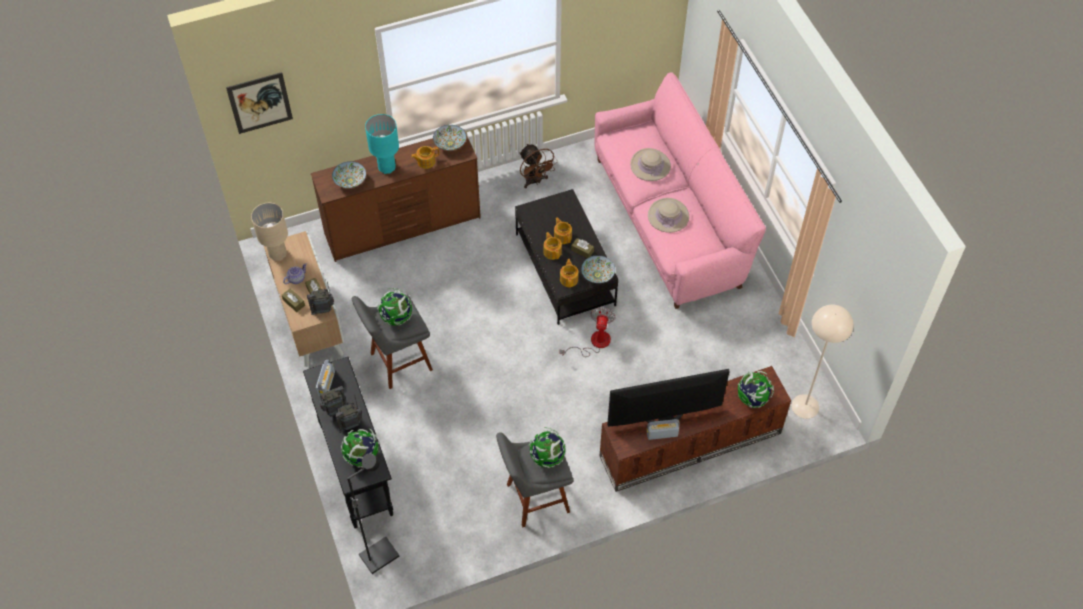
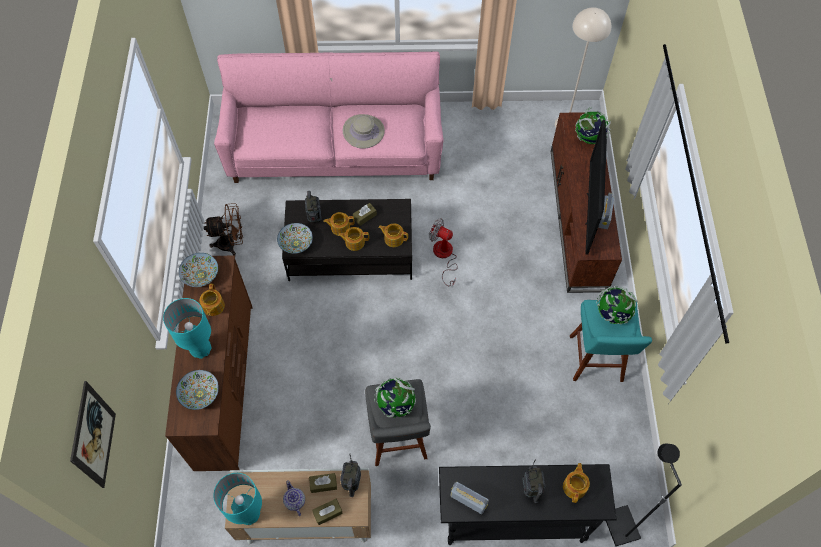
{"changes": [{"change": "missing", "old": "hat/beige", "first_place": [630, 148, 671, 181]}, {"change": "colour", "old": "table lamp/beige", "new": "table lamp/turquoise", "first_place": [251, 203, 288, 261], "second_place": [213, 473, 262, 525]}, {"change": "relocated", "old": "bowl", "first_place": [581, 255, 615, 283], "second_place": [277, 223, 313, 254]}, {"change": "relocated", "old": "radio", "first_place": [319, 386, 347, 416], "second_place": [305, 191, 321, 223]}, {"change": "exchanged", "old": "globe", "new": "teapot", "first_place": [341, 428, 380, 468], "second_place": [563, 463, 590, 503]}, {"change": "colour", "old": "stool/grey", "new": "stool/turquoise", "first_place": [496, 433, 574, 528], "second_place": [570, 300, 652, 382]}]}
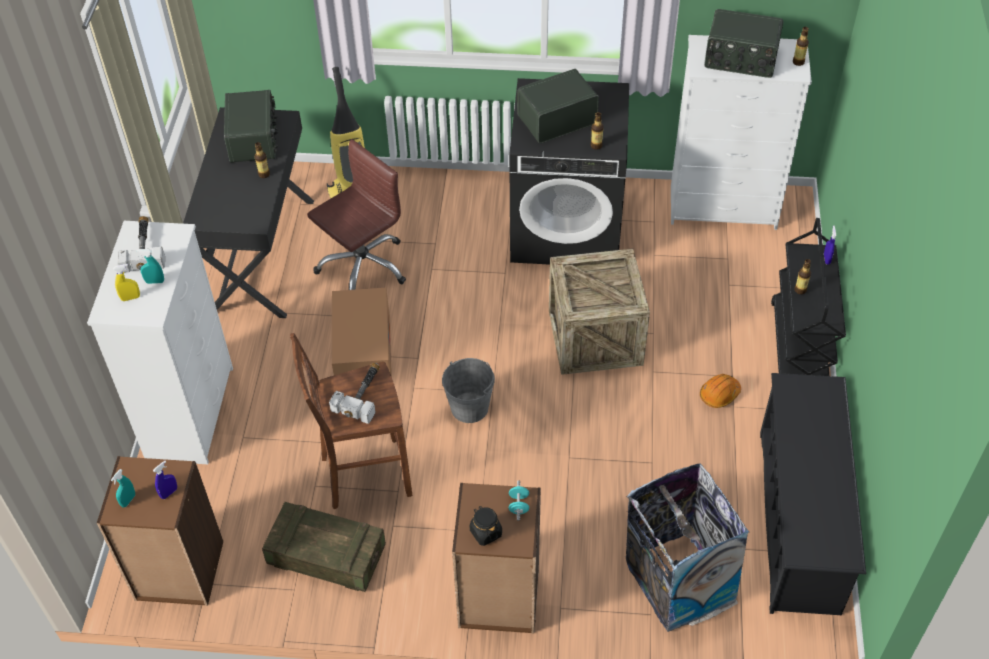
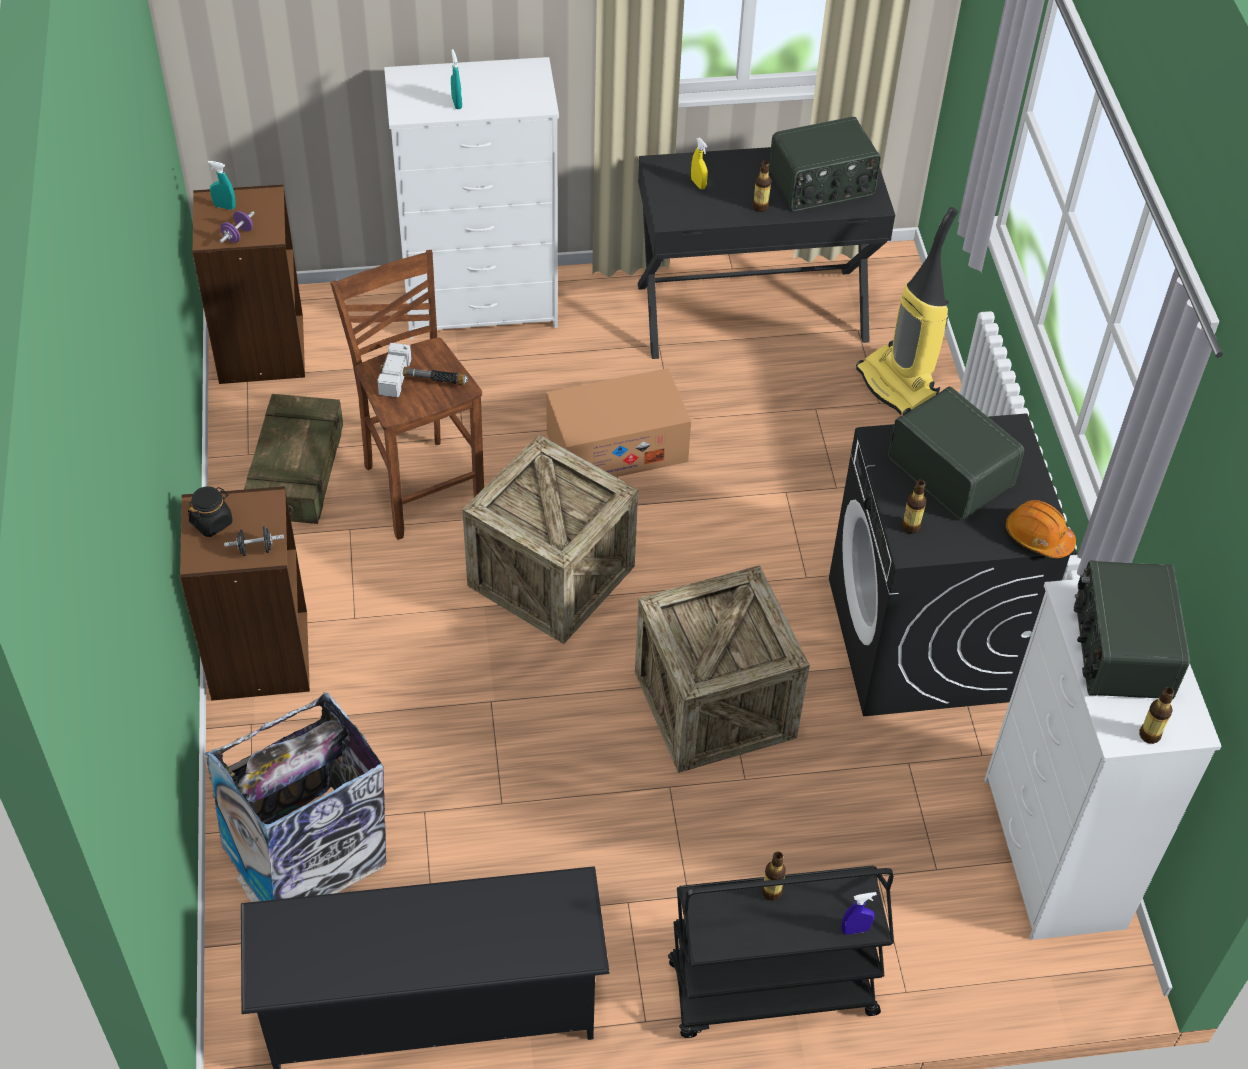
{"changes": [{"change": "missing", "old": "office chair/brown", "first_place": [307, 139, 406, 290]}, {"change": "missing", "old": "hammer", "first_place": [117, 216, 165, 273]}, {"change": "relocated", "old": "spray bottle/yellow", "first_place": [113, 264, 140, 301], "second_place": [691, 138, 708, 189]}, {"change": "exchanged", "old": "bucket/grey", "new": "crate", "first_place": [442, 358, 495, 423], "second_place": [462, 434, 638, 644]}, {"change": "relocated", "old": "hard hat/orange", "first_place": [700, 374, 741, 408], "second_place": [1006, 500, 1076, 558]}, {"change": "exchanged", "old": "spray bottle/blue", "new": "dumbbell/purple", "first_place": [153, 461, 177, 499], "second_place": [220, 211, 255, 243]}, {"change": "colour", "old": "dumbbell/turquoise", "new": "dumbbell/black", "first_place": [509, 481, 529, 521], "second_place": [224, 526, 284, 556]}]}
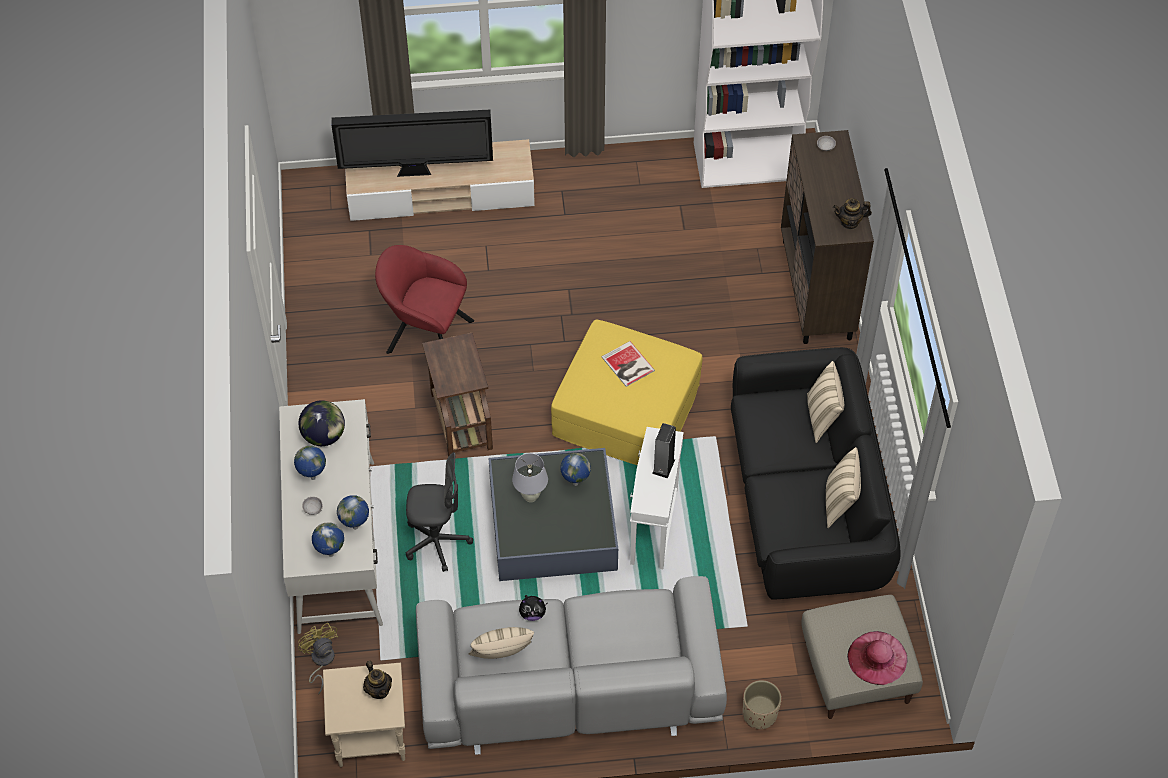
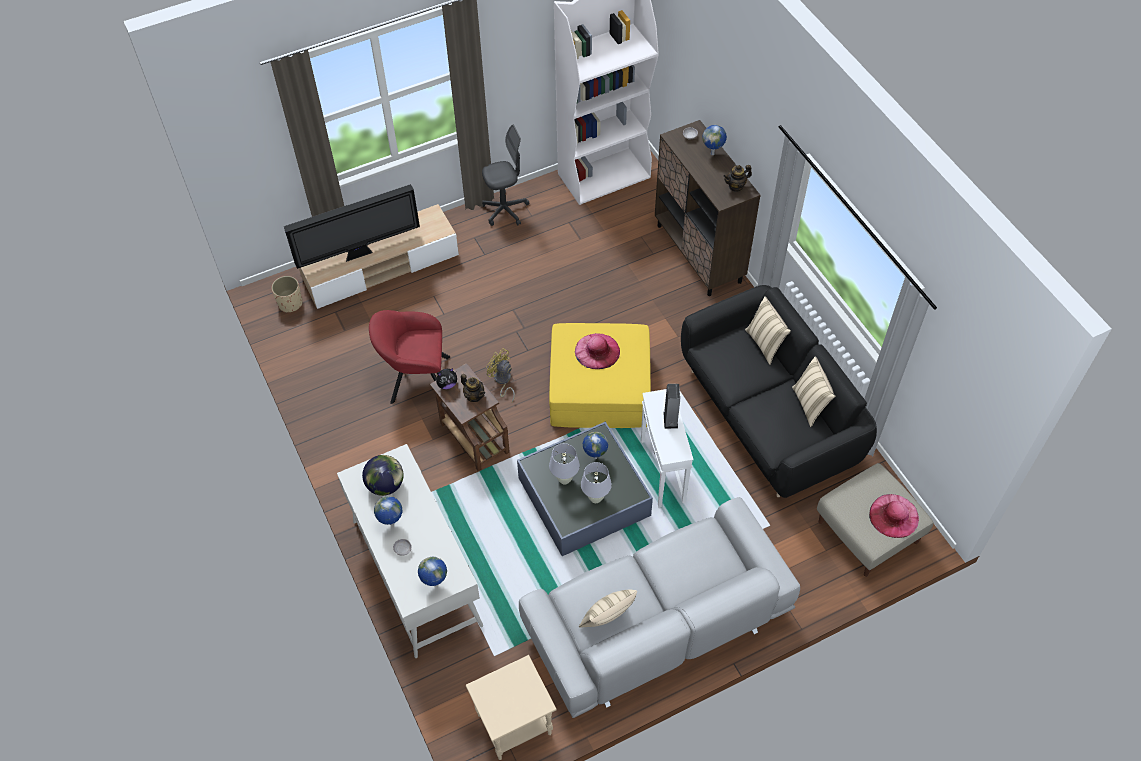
{"changes": [{"change": "exchanged", "old": "book", "new": "hat/pink", "first_place": [602, 341, 655, 387], "second_place": [575, 333, 620, 369]}, {"change": "relocated", "old": "office chair/grey", "first_place": [406, 452, 473, 572], "second_place": [482, 125, 529, 226]}, {"change": "relocated", "old": "globe", "first_place": [337, 495, 369, 530], "second_place": [702, 125, 727, 155]}, {"change": "relocated", "old": "plush toy", "first_place": [519, 595, 548, 621], "second_place": [436, 368, 457, 389]}, {"change": "relocated", "old": "fan/yellow", "first_place": [298, 623, 338, 695], "second_place": [486, 348, 515, 402]}, {"change": "relocated", "old": "teapot", "first_place": [363, 661, 392, 699], "second_place": [461, 374, 485, 402]}, {"change": "relocated", "old": "planter/beige", "first_place": [743, 680, 782, 729], "second_place": [271, 276, 302, 313]}, {"change": "appeared", "new": "table lamp/white", "second_place": [581, 462, 612, 503]}]}
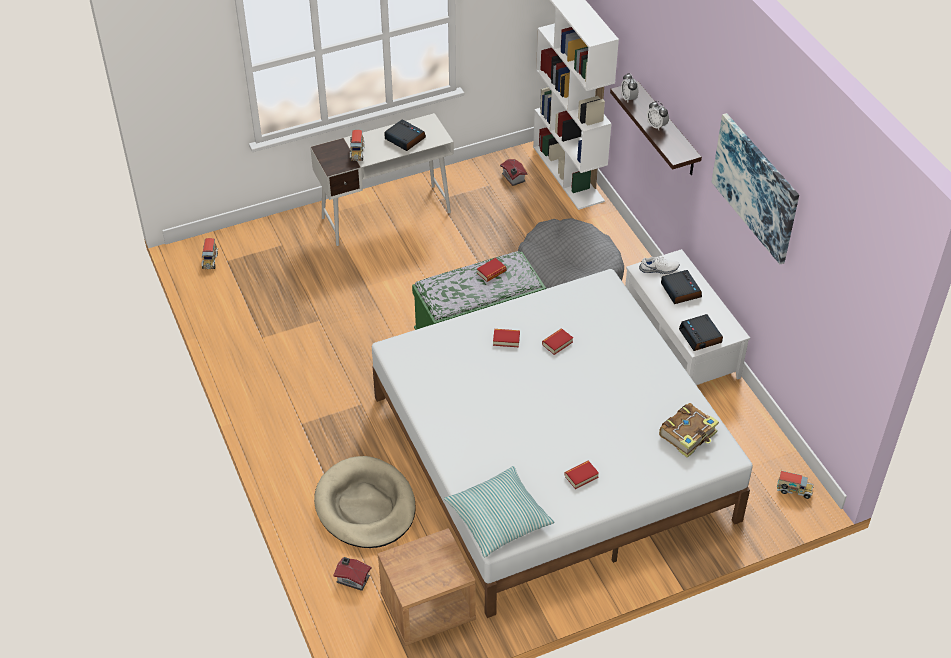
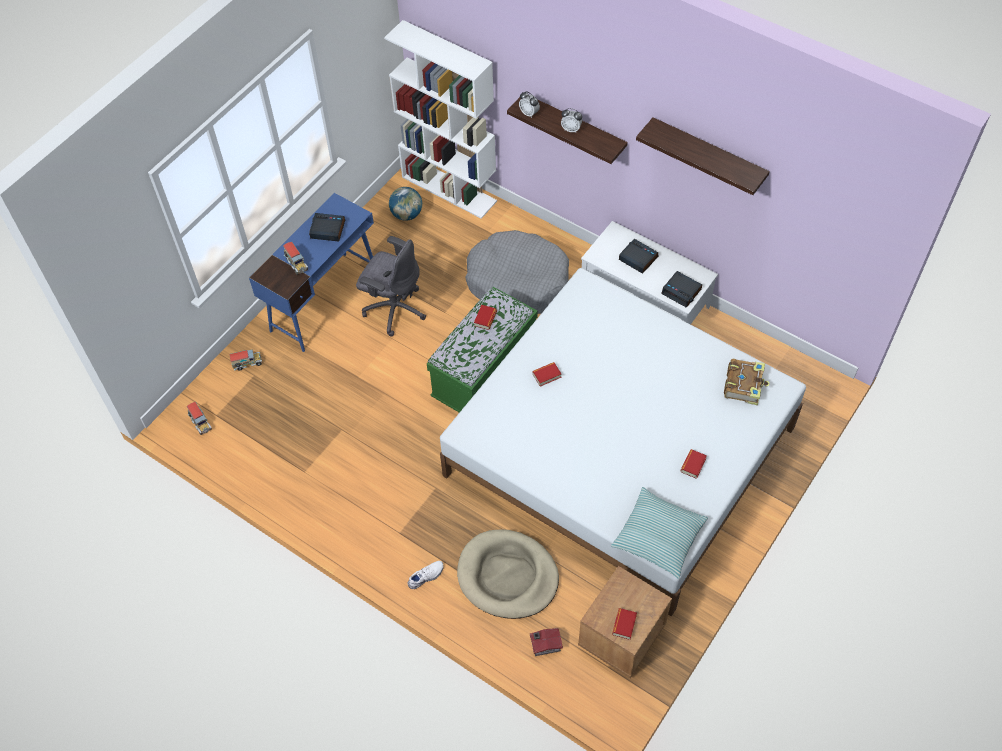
{"changes": [{"change": "colour", "old": "desk/white", "new": "desk/blue", "first_place": [310, 113, 454, 246], "second_place": [249, 193, 374, 352]}, {"change": "exchanged", "old": "picture", "new": "shelf", "first_place": [712, 113, 799, 264], "second_place": [636, 117, 770, 195]}, {"change": "exchanged", "old": "toy house", "new": "globe", "first_place": [500, 159, 527, 186], "second_place": [389, 187, 422, 221]}, {"change": "relocated", "old": "shoe/white", "first_place": [639, 257, 680, 274], "second_place": [407, 561, 444, 589]}, {"change": "relocated", "old": "book", "first_place": [542, 329, 573, 355], "second_place": [612, 608, 637, 640]}, {"change": "relocated", "old": "toy truck", "first_place": [777, 471, 814, 499], "second_place": [230, 349, 262, 371]}, {"change": "appeared", "new": "office chair/grey", "second_place": [356, 236, 426, 337]}]}
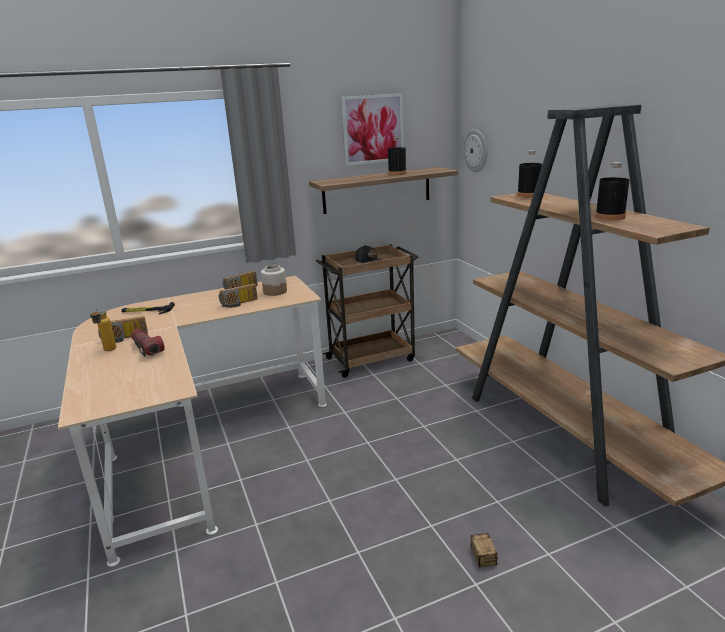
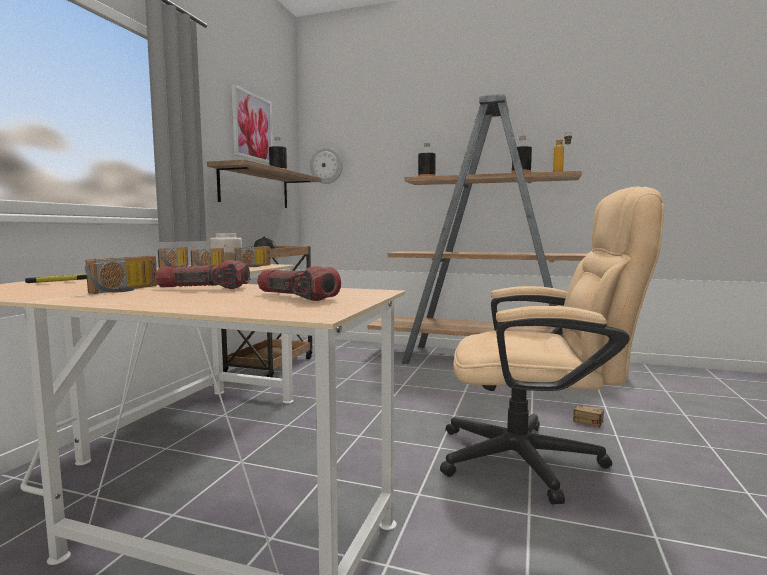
{"changes": [{"change": "relocated", "old": "bottle", "first_place": [90, 308, 116, 351], "second_place": [553, 132, 572, 172]}, {"change": "appeared", "new": "office chair/beige", "second_place": [440, 186, 664, 504]}, {"change": "appeared", "new": "radio", "second_place": [235, 246, 270, 267]}, {"change": "appeared", "new": "flashlight", "second_place": [257, 266, 341, 301]}]}
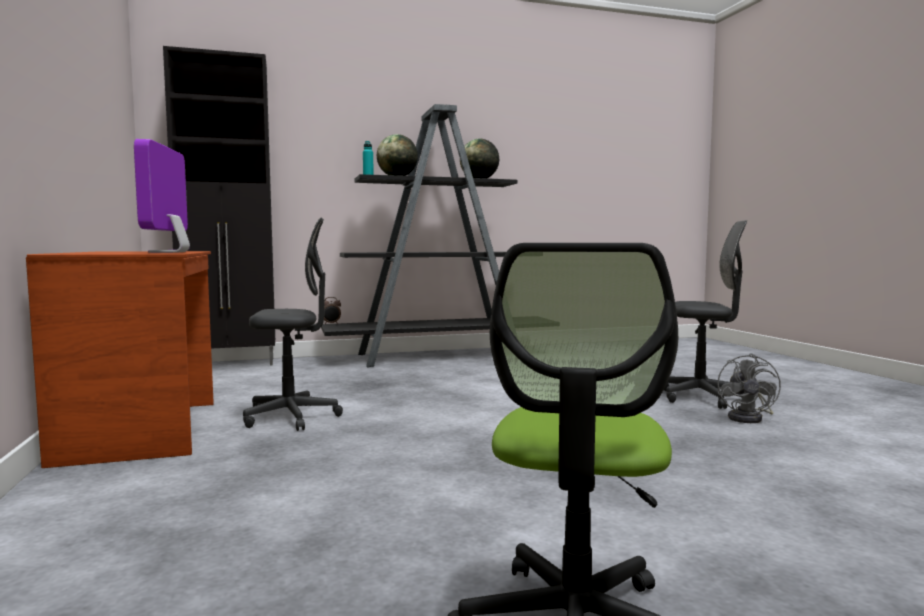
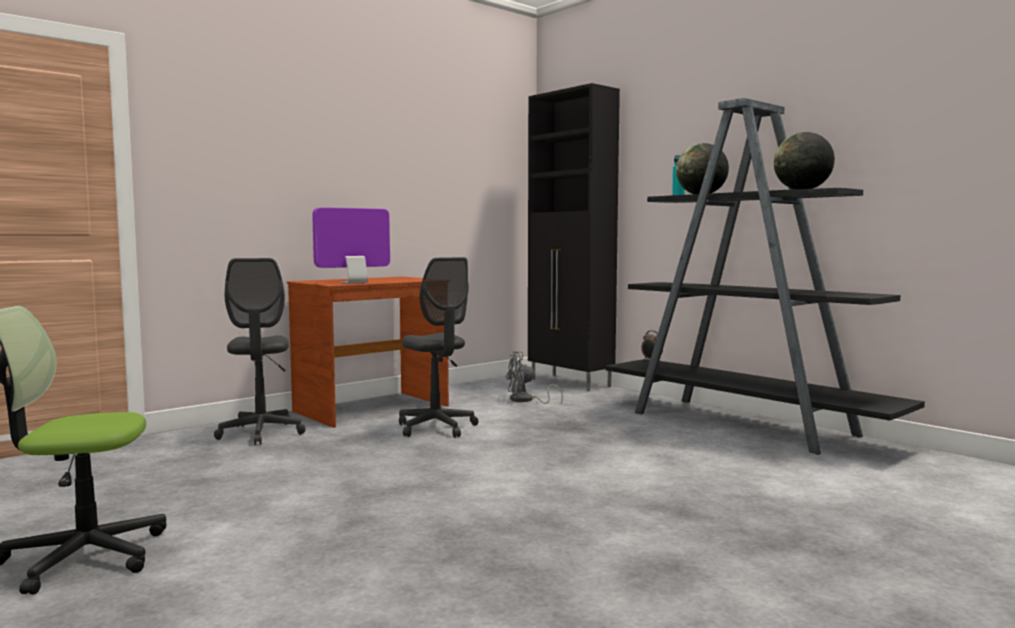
{"changes": [{"change": "relocated", "old": "office chair/grey", "first_place": [664, 220, 747, 409], "second_place": [214, 258, 306, 445]}, {"change": "relocated", "old": "fan/grey", "first_place": [717, 353, 781, 423], "second_place": [505, 351, 563, 404]}]}
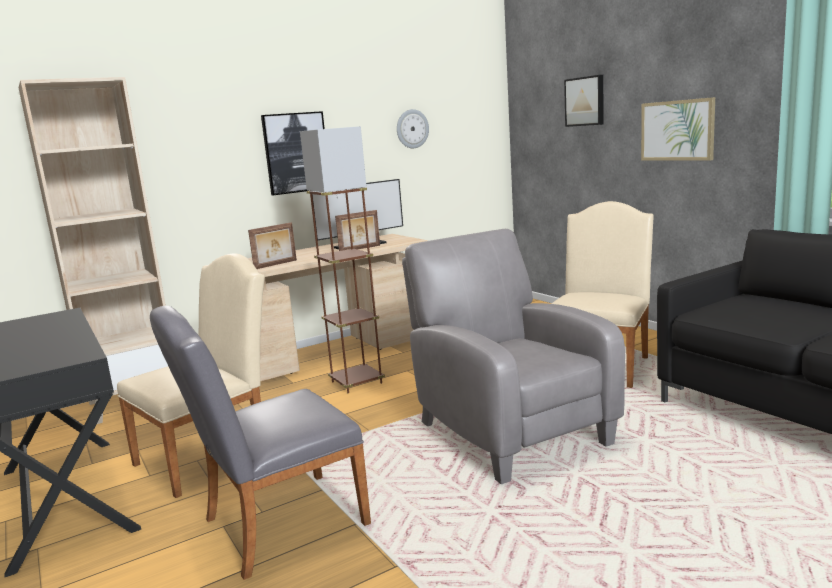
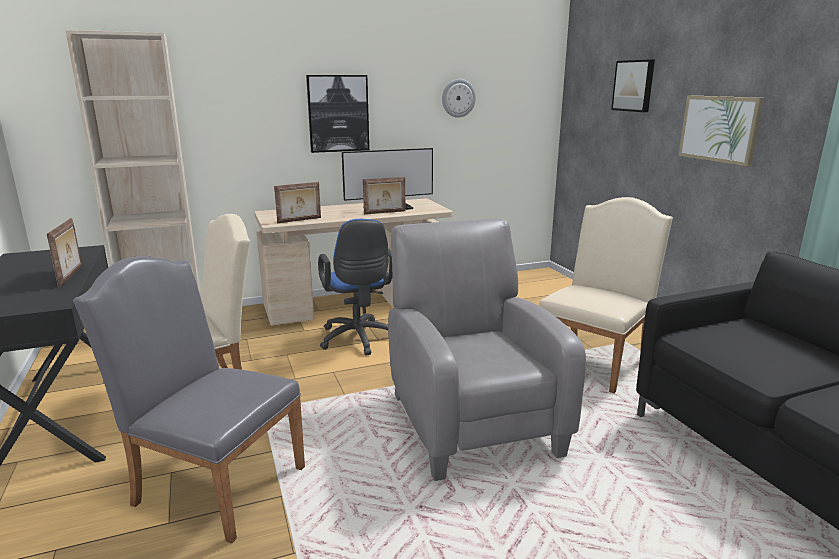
{"changes": [{"change": "exchanged", "old": "floor lamp/brown", "new": "office chair/blue", "first_place": [300, 126, 385, 393], "second_place": [318, 219, 393, 356]}, {"change": "spun", "old": "chair/grey", "first_place": [150, 306, 371, 580], "second_place": [73, 256, 305, 544], "degrees": 45}, {"change": "appeared", "new": "picture frame", "second_place": [47, 218, 82, 287]}]}
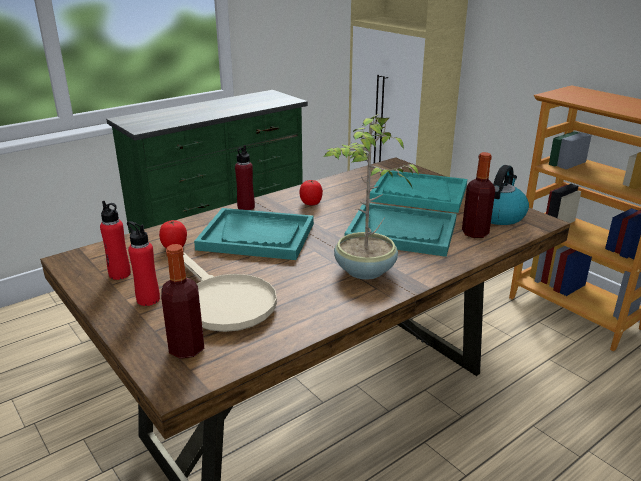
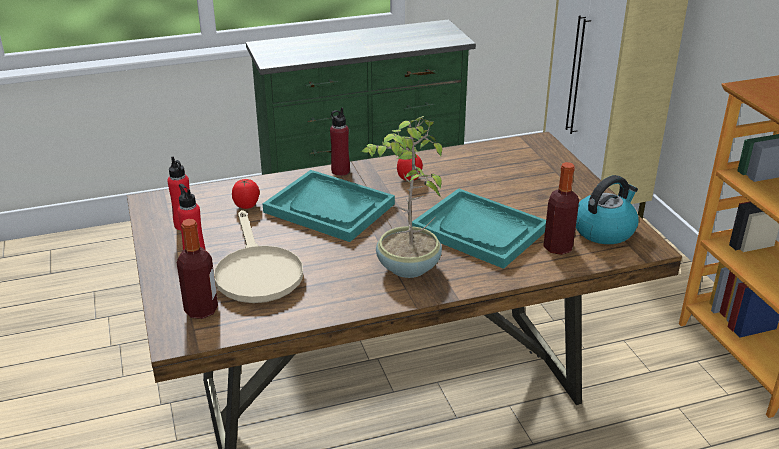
{"changes": [{"change": "missing", "old": "tray/turquoise", "first_place": [370, 171, 467, 213]}]}
